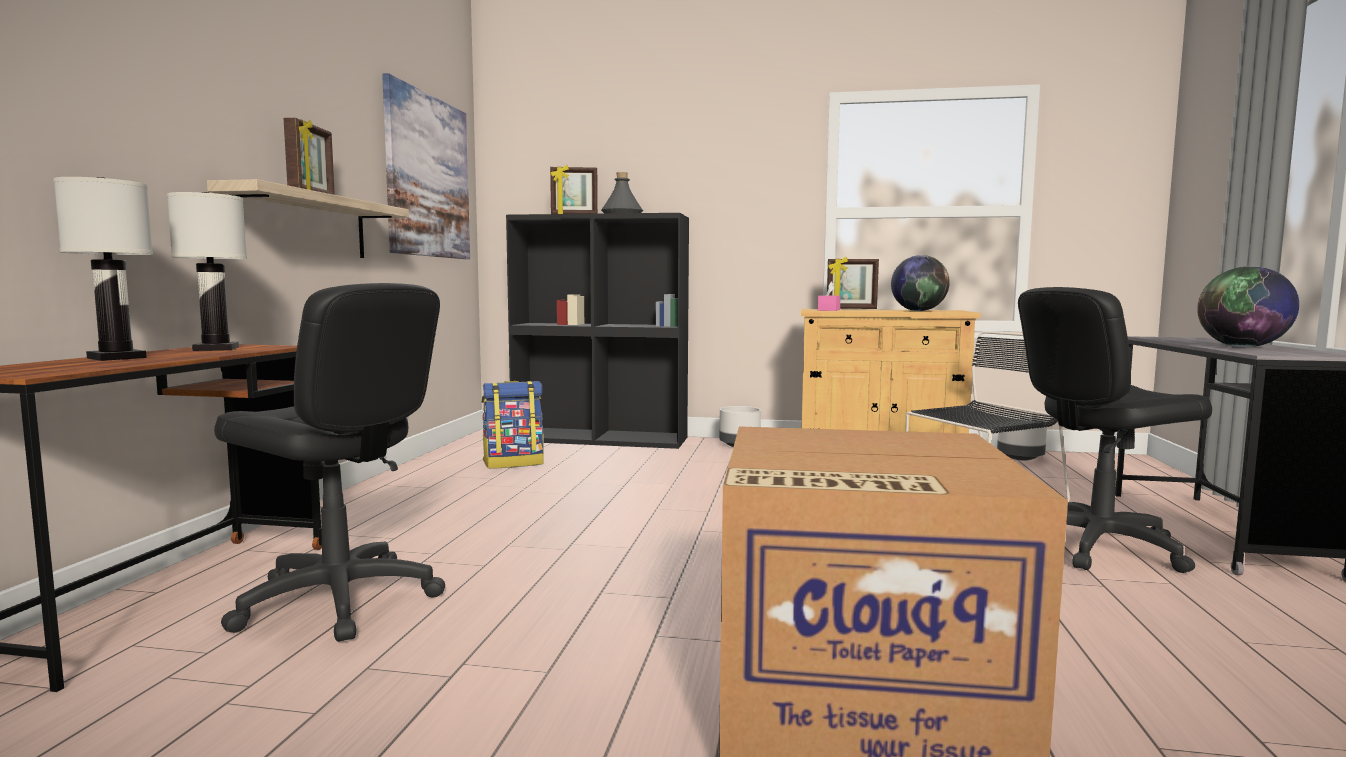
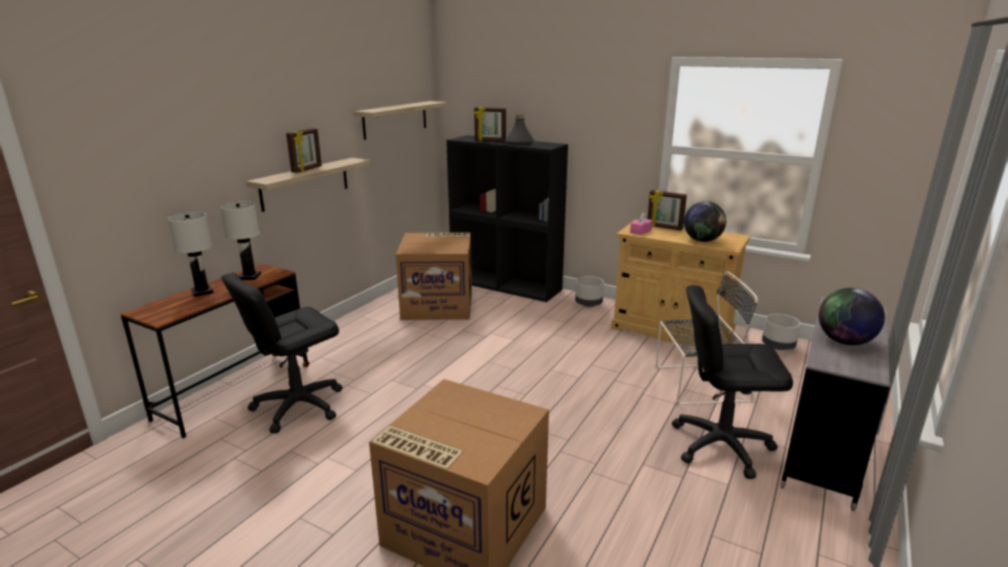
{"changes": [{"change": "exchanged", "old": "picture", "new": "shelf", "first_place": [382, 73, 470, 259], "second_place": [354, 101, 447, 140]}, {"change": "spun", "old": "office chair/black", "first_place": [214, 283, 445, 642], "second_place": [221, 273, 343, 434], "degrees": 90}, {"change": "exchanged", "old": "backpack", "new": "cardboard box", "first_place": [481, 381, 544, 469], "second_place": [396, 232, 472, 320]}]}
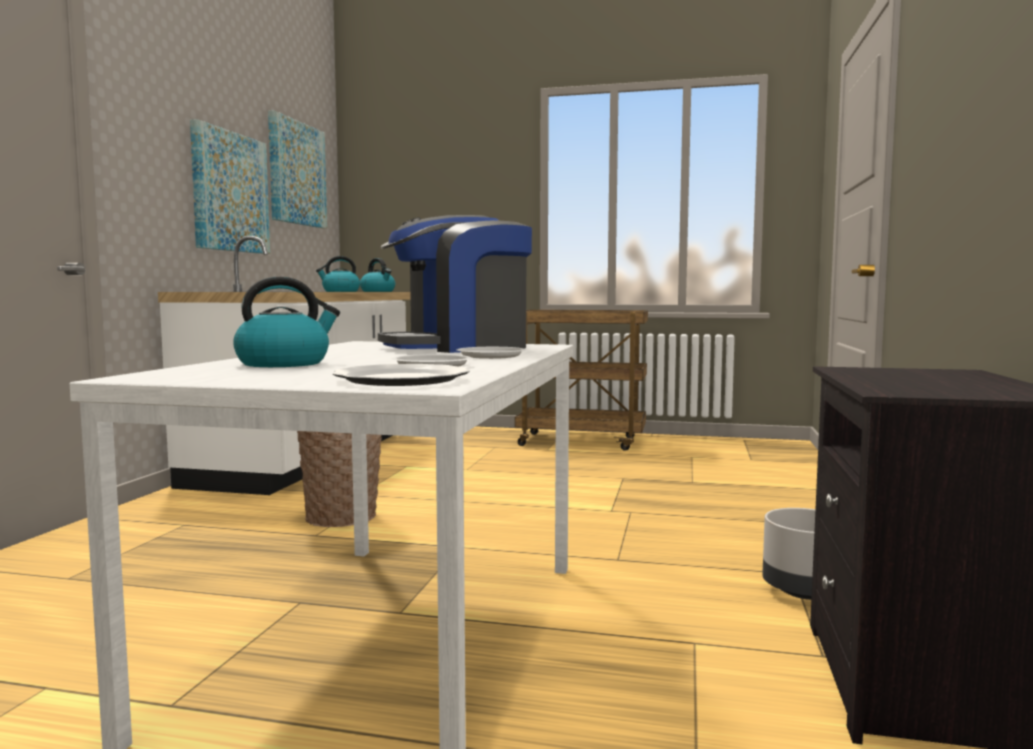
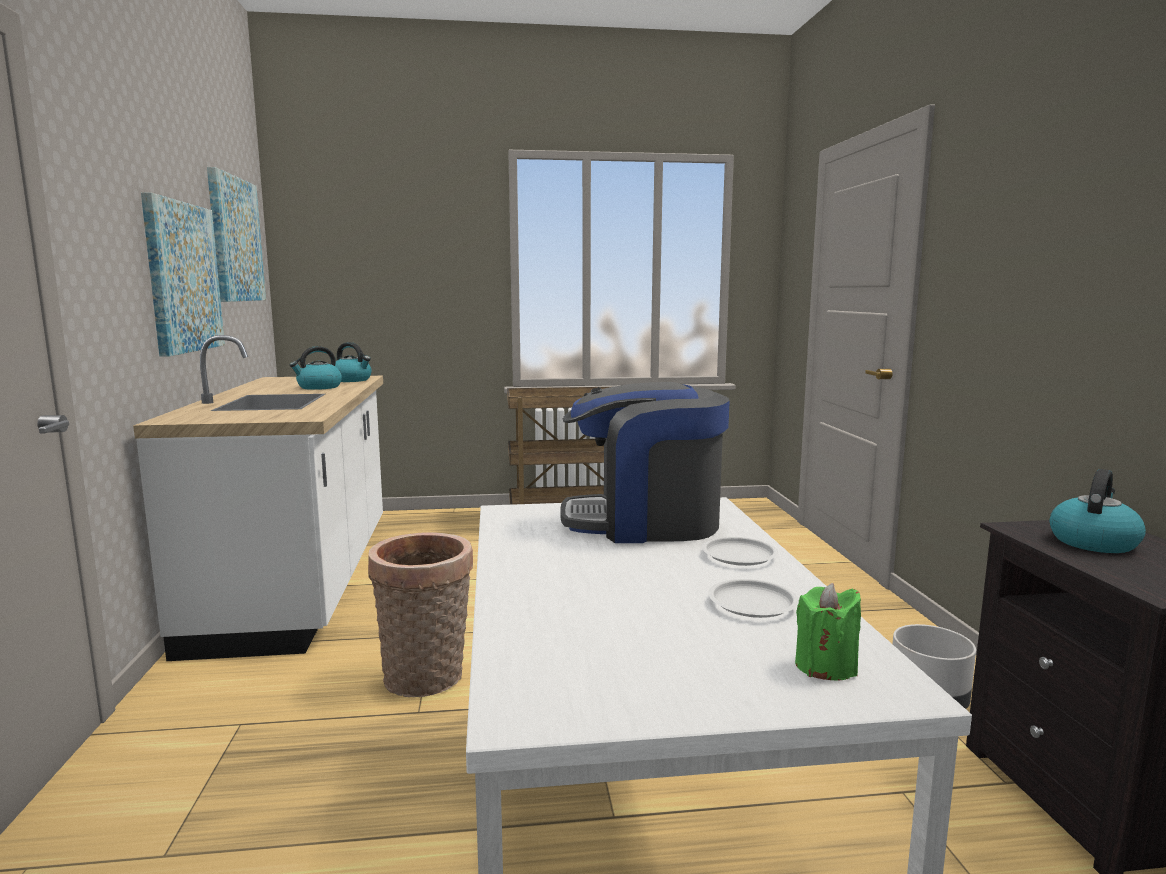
{"changes": [{"change": "spun", "old": "coffee machine", "first_place": [378, 215, 532, 353], "second_place": [560, 382, 730, 543], "degrees": 45}, {"change": "relocated", "old": "kettle", "first_place": [233, 277, 340, 367], "second_place": [1050, 469, 1146, 553]}, {"change": "exchanged", "old": "plate", "new": "candle/green", "first_place": [333, 364, 469, 386], "second_place": [795, 583, 861, 681]}]}
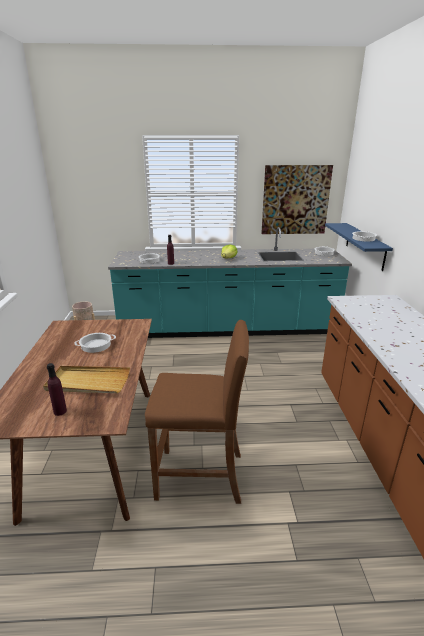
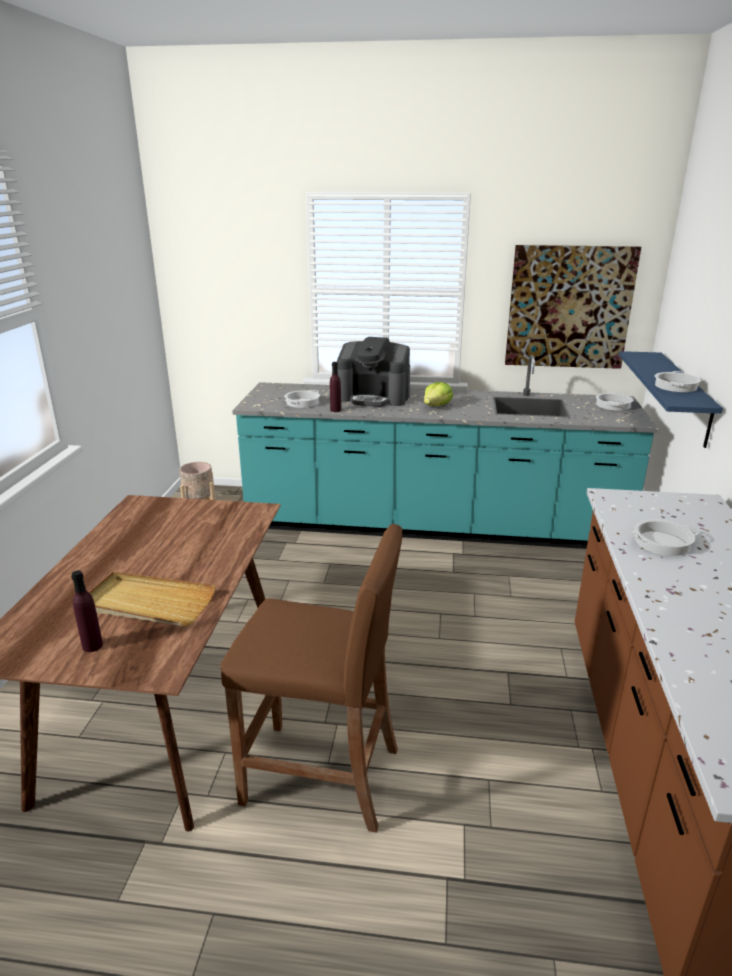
{"changes": [{"change": "relocated", "old": "cooking pot", "first_place": [74, 333, 116, 353], "second_place": [631, 519, 699, 556]}, {"change": "appeared", "new": "coffee machine", "second_place": [337, 337, 410, 407]}]}
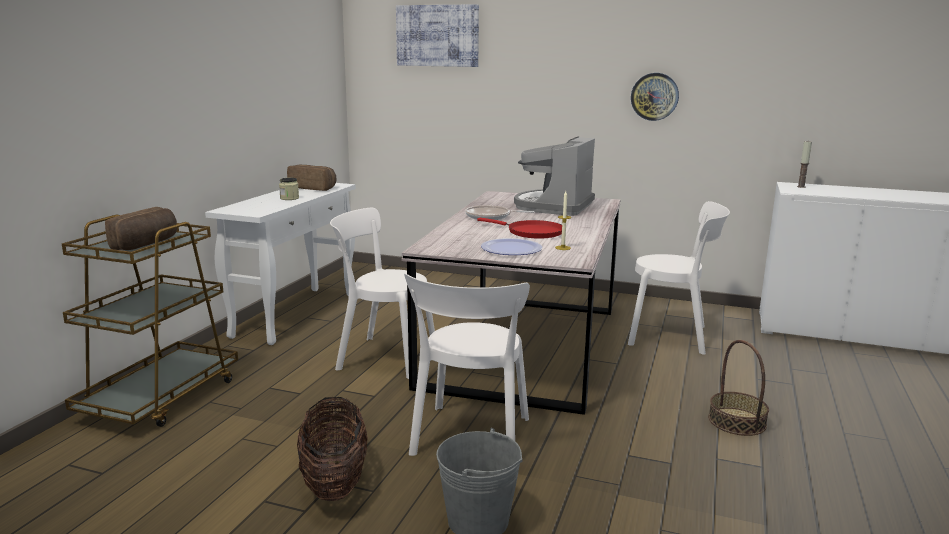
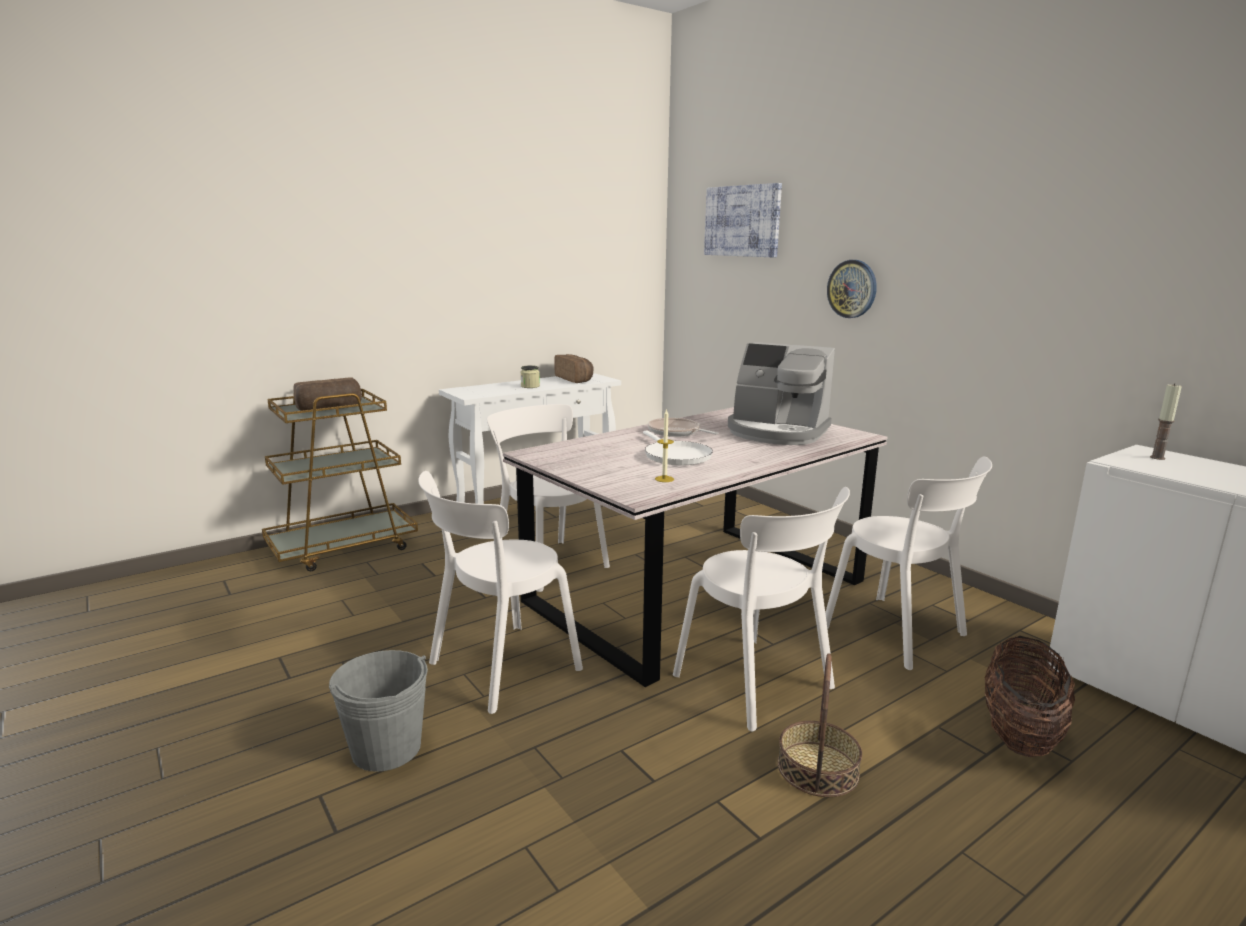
{"changes": [{"change": "relocated", "old": "wall clock", "first_place": [631, 73, 679, 121], "second_place": [827, 260, 877, 318]}, {"change": "spun", "old": "coffee machine", "first_place": [514, 136, 595, 216], "second_place": [728, 342, 835, 445], "degrees": -120}, {"change": "colour", "old": "frying pan/red", "new": "frying pan/white", "first_place": [477, 218, 562, 239], "second_place": [643, 431, 713, 465]}, {"change": "missing", "old": "plate", "first_place": [481, 238, 542, 255]}, {"change": "relocated", "old": "basket", "first_place": [297, 397, 368, 501], "second_place": [984, 636, 1075, 757]}, {"change": "appeared", "new": "chair/white", "second_place": [673, 487, 850, 732]}]}
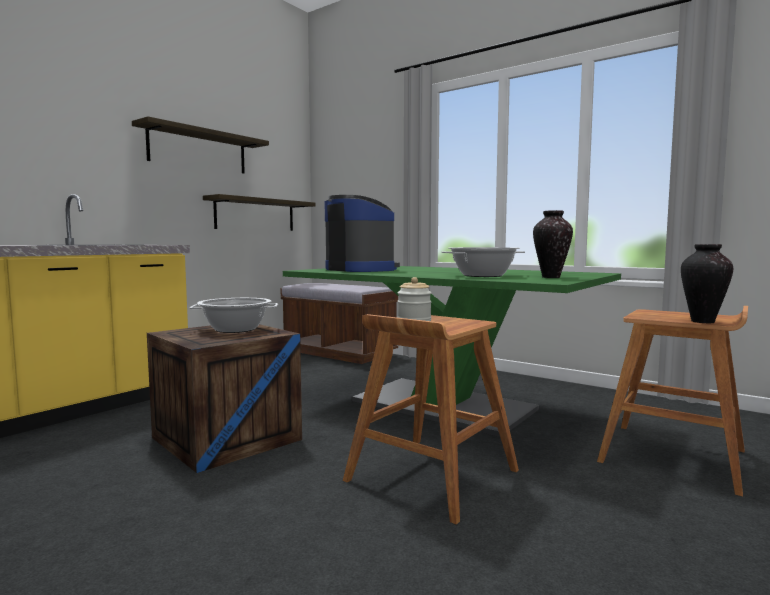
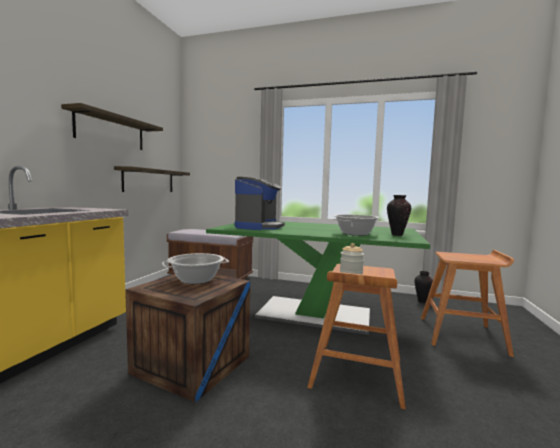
{"changes": [{"change": "spun", "old": "coffee machine", "first_place": [325, 195, 400, 272], "second_place": [235, 177, 285, 230], "degrees": 75}, {"change": "relocated", "old": "vase", "first_place": [681, 244, 733, 323], "second_place": [414, 271, 433, 303]}]}
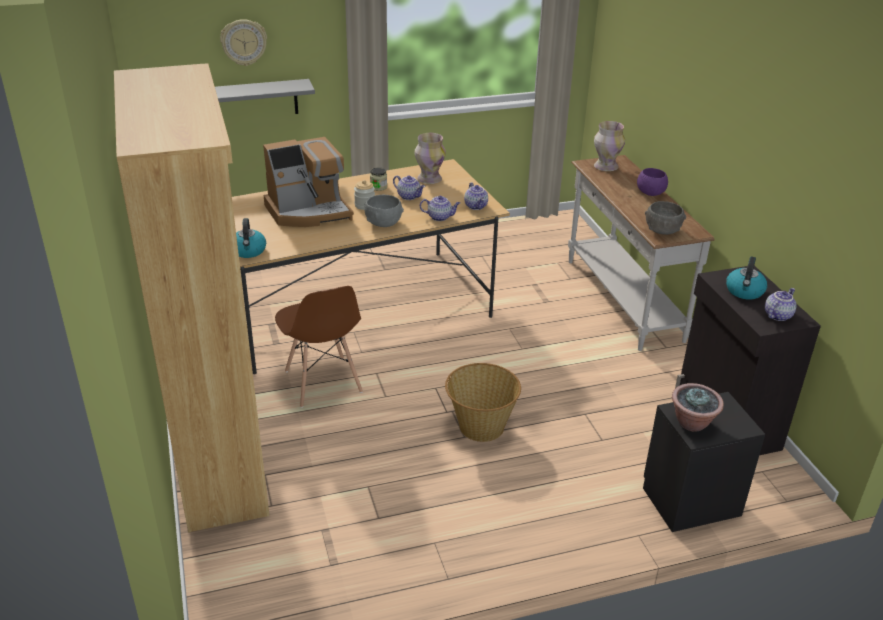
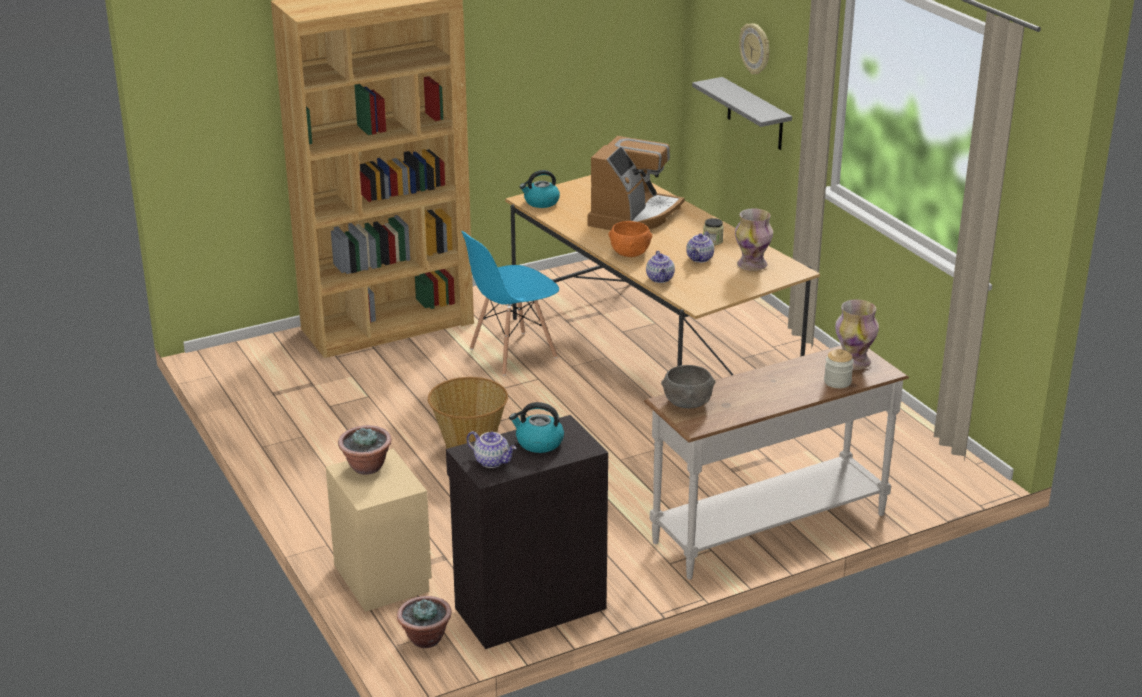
{"changes": [{"change": "spun", "old": "coffee machine", "first_place": [263, 137, 354, 227], "second_place": [588, 136, 685, 230], "degrees": -120}, {"change": "missing", "old": "bowl/purple", "first_place": [637, 168, 668, 196]}, {"change": "relocated", "old": "jar", "first_place": [354, 180, 375, 210], "second_place": [824, 349, 854, 388]}, {"change": "missing", "old": "teapot", "first_place": [464, 183, 488, 210]}, {"change": "colour", "old": "bowl/grey", "new": "bowl/orange", "first_place": [365, 195, 404, 227], "second_place": [608, 221, 652, 257]}, {"change": "colour", "old": "chair/brown", "new": "chair/blue", "first_place": [275, 286, 363, 408], "second_place": [461, 231, 559, 376]}, {"change": "colour", "old": "nightstand/black", "new": "nightstand/beige", "first_place": [643, 392, 765, 532], "second_place": [326, 448, 432, 612]}, {"change": "appeared", "new": "potted plant", "second_place": [397, 596, 452, 648]}]}
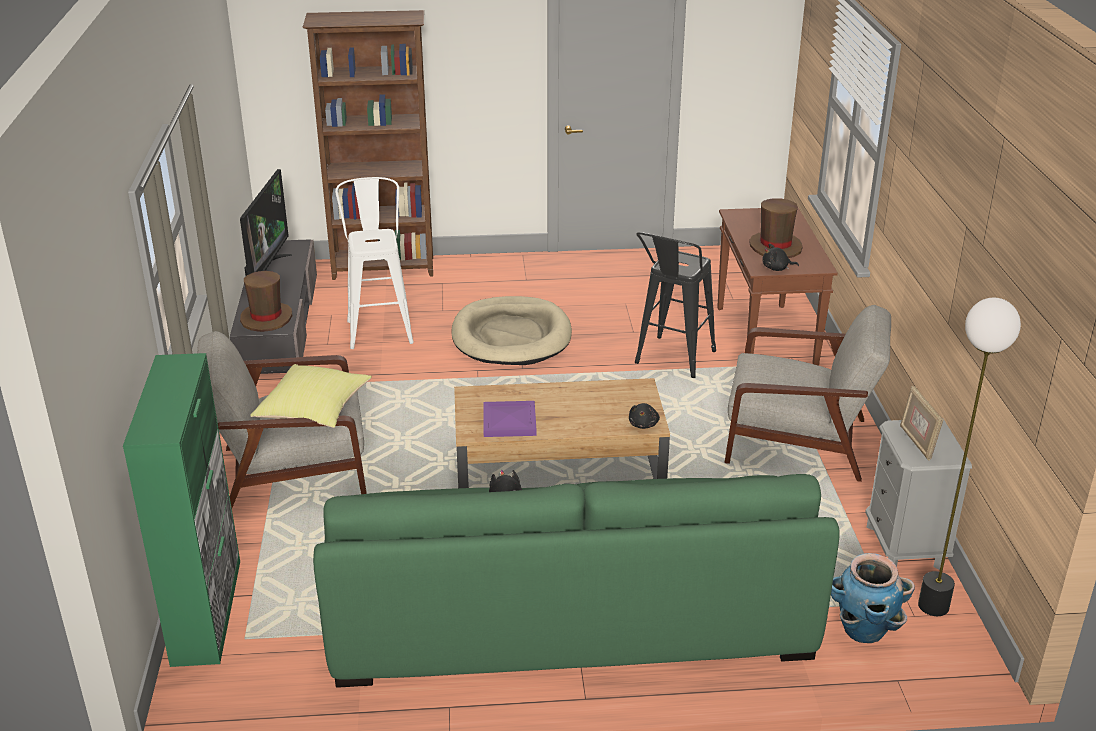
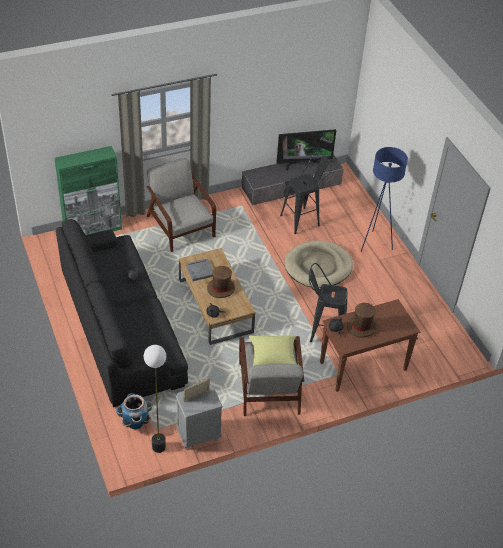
{"changes": [{"change": "missing", "old": "bookcase/brown", "first_place": [302, 10, 433, 280]}, {"change": "colour", "old": "stool/white", "new": "stool/black", "first_place": [335, 177, 414, 349], "second_place": [280, 152, 332, 234]}, {"change": "relocated", "old": "hat/brown", "first_place": [240, 271, 292, 332], "second_place": [207, 266, 235, 298]}, {"change": "relocated", "old": "pillow/yellow", "first_place": [250, 364, 372, 428], "second_place": [249, 335, 297, 366]}, {"change": "colour", "old": "tray/purple", "new": "tray/grey", "first_place": [483, 401, 537, 437], "second_place": [186, 258, 213, 281]}, {"change": "colour", "old": "sofa/green", "new": "sofa/black", "first_place": [313, 474, 840, 688], "second_place": [56, 219, 188, 407]}, {"change": "appeared", "new": "floor lamp/blue", "second_place": [361, 147, 408, 252]}]}
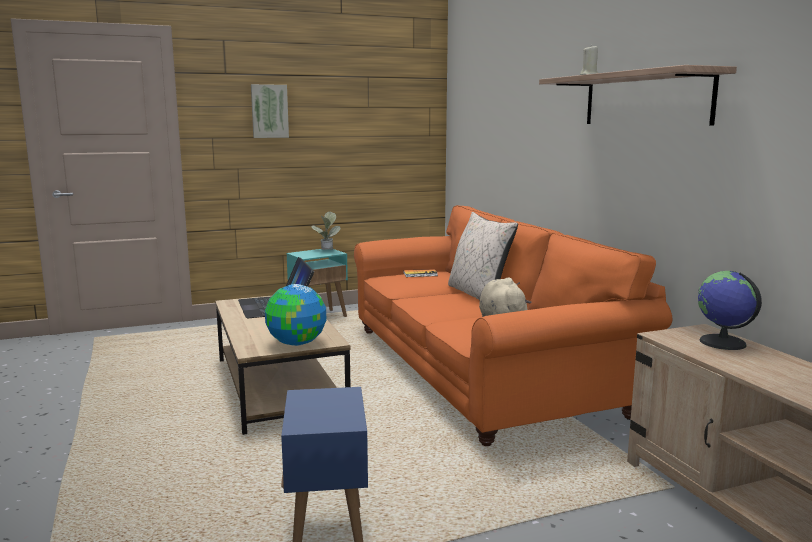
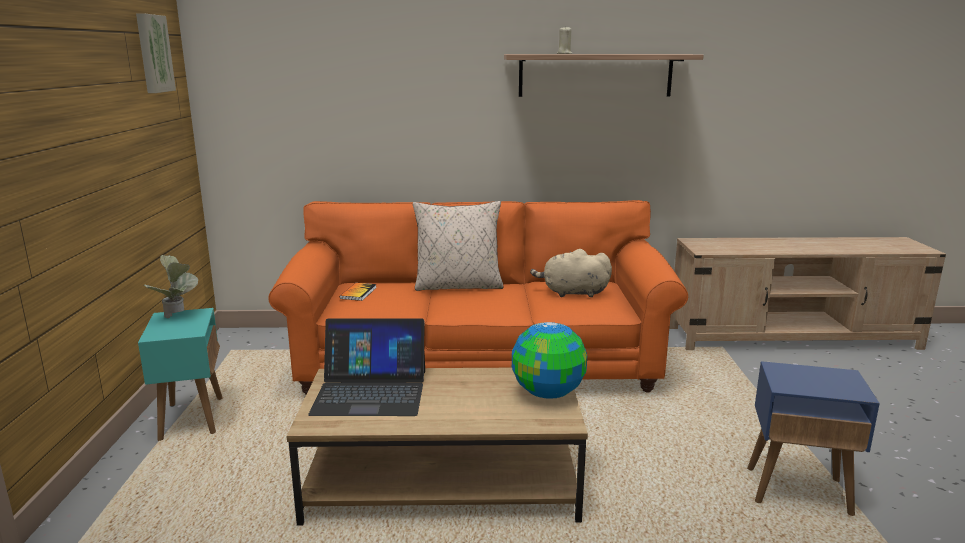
{"changes": [{"change": "relocated", "old": "picture", "first_place": [251, 84, 289, 138], "second_place": [136, 13, 176, 93]}, {"change": "missing", "old": "globe", "first_place": [698, 271, 762, 350]}]}
